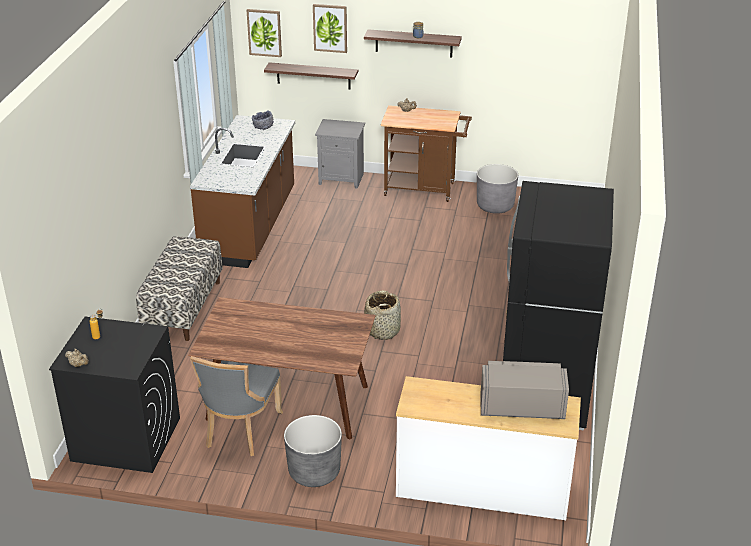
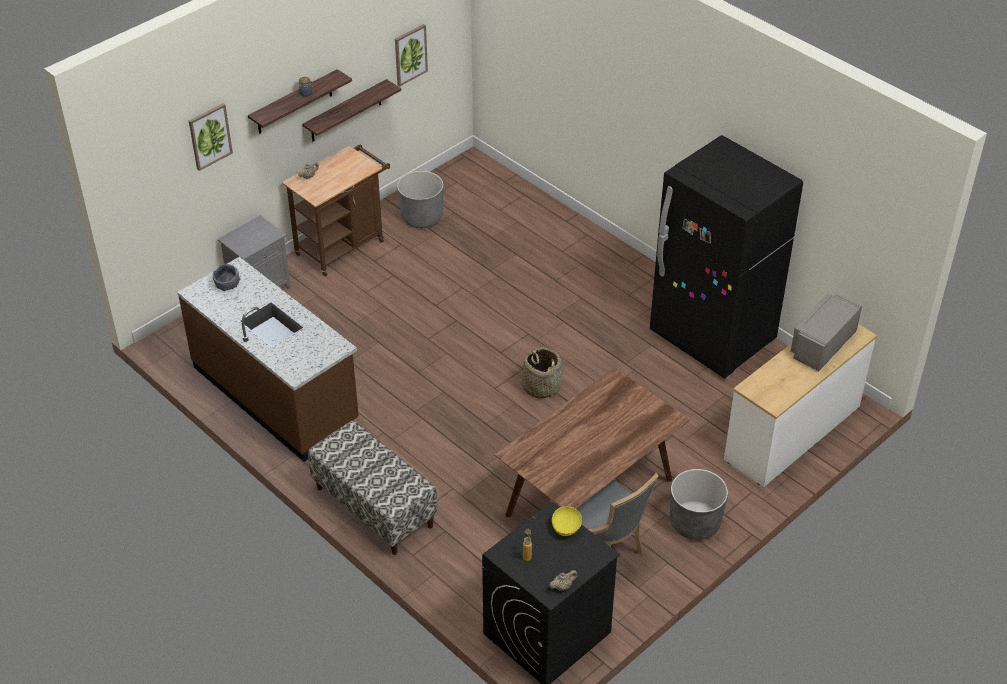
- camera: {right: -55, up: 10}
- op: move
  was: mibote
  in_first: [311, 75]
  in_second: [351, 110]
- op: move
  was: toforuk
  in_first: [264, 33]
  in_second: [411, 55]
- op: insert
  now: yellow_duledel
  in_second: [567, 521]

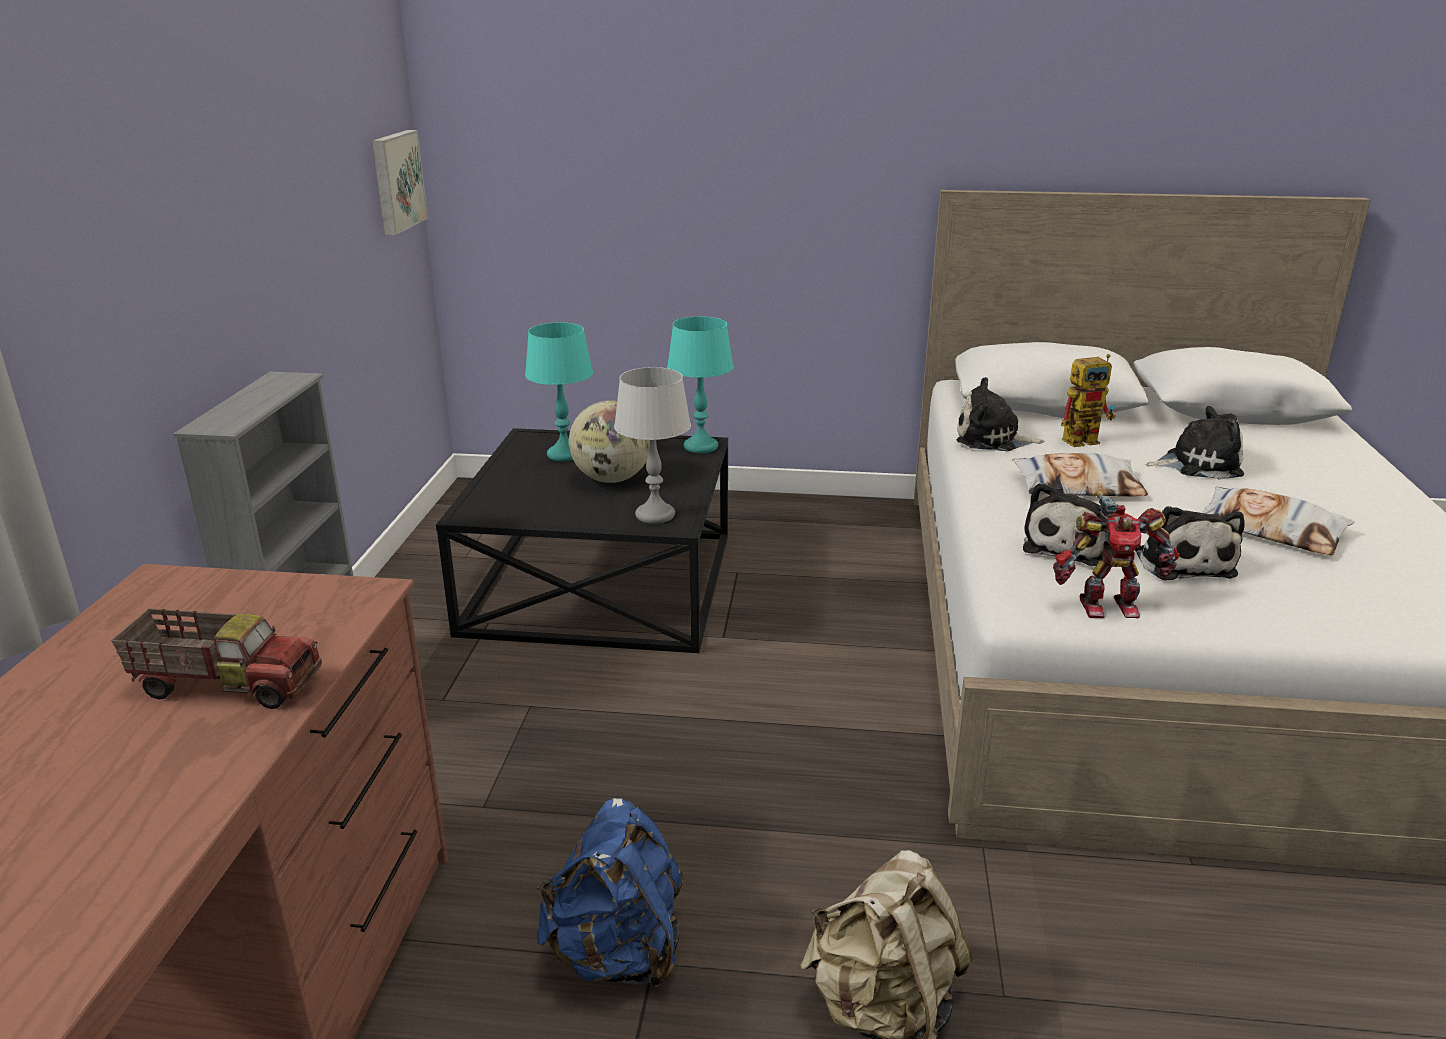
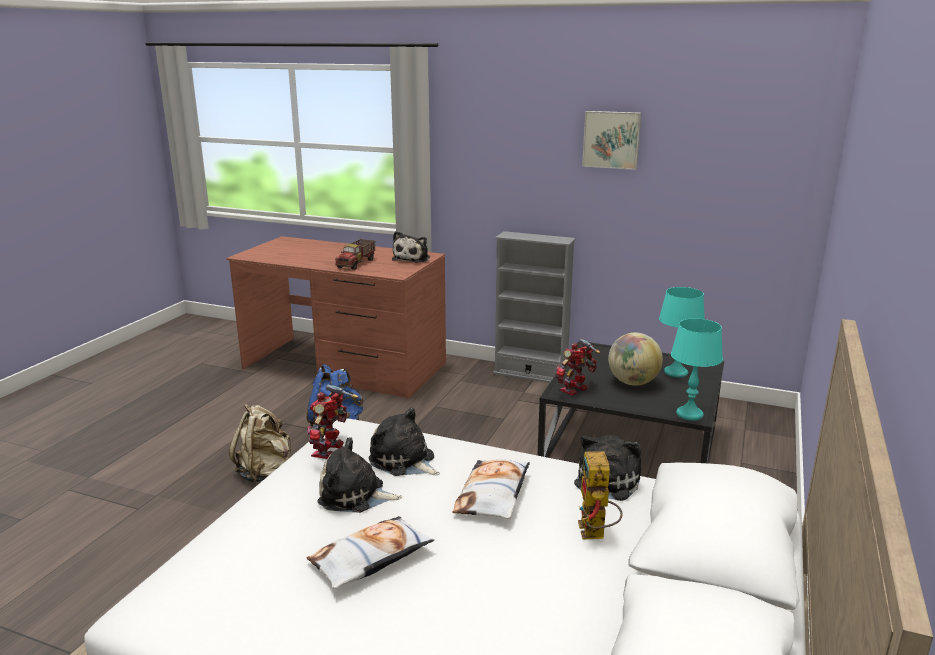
- camera: {right: 105, up: -5}
- op: move
  was: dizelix
  in_first: [1194, 443]
  in_second: [411, 246]
- op: replace
  was: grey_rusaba
  now: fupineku
  in_first: [652, 445]
  in_second: [578, 367]
- op: move
  was: toforuk
  in_first: [400, 182]
  in_second: [612, 140]

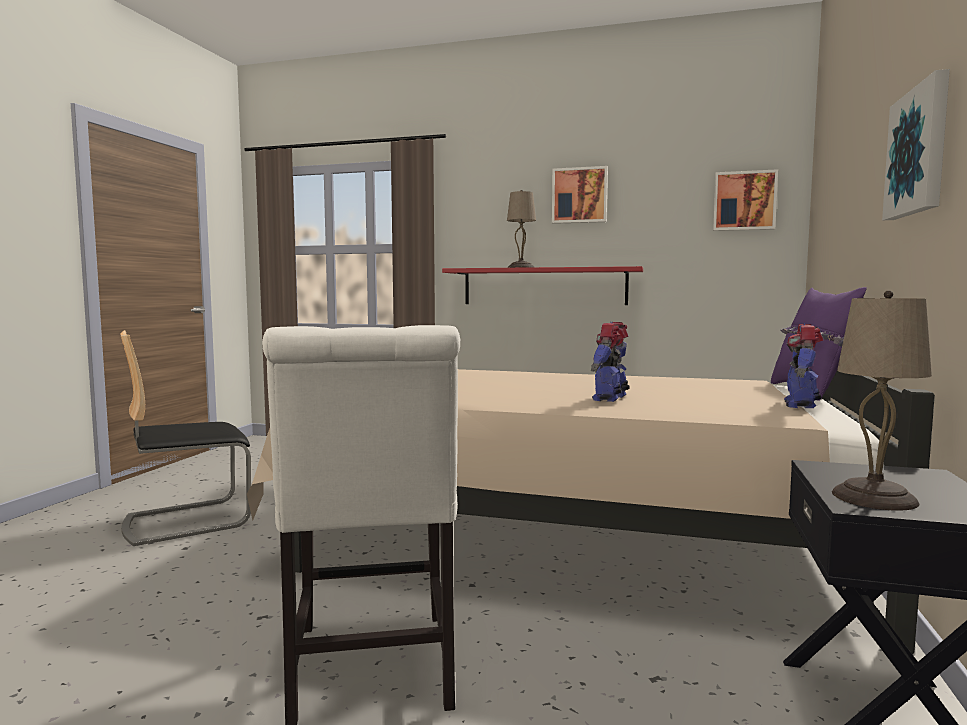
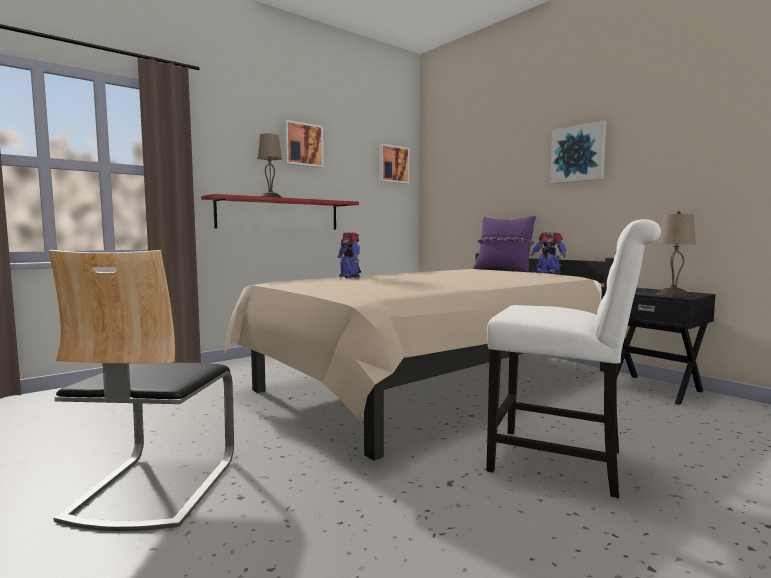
- camera: {right: -55, up: 0}
- op: move
  was: fupineku
  in_first: [610, 362]
  in_second: [349, 255]

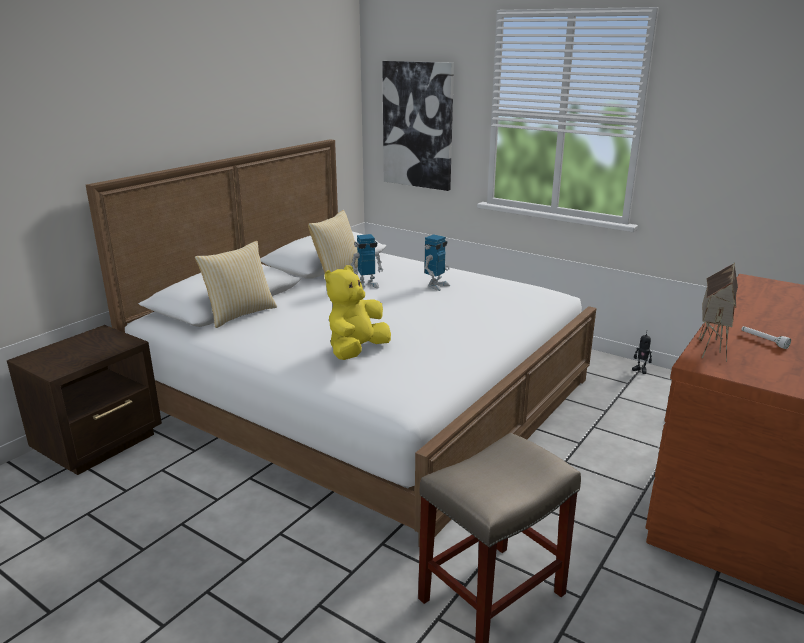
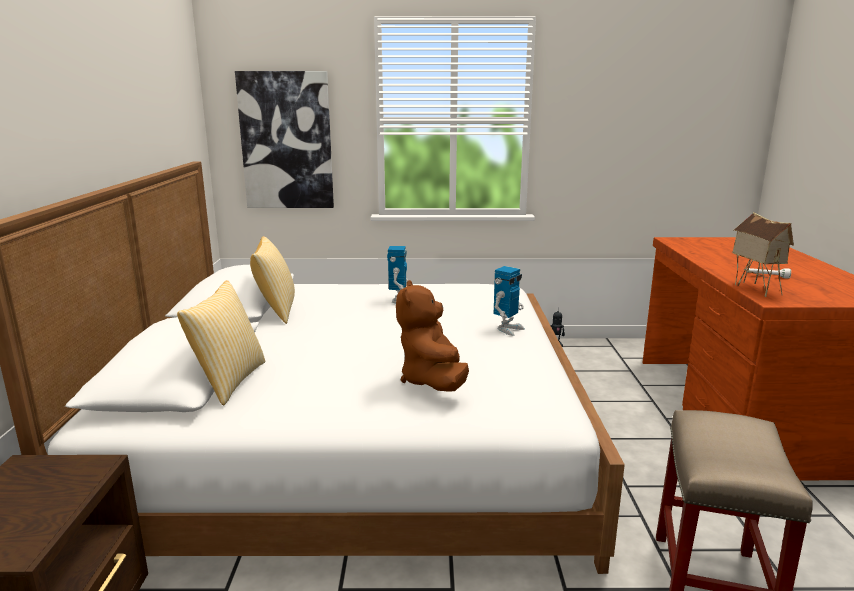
- camera: {right: -35, up: -5}
- op: recolor
  was: yellow_dizelix
  now: brown_dizelix
  in_first: [358, 312]
  in_second: [432, 336]
- op: move
  was: fupineku
  in_first: [367, 261]
  in_second: [509, 301]

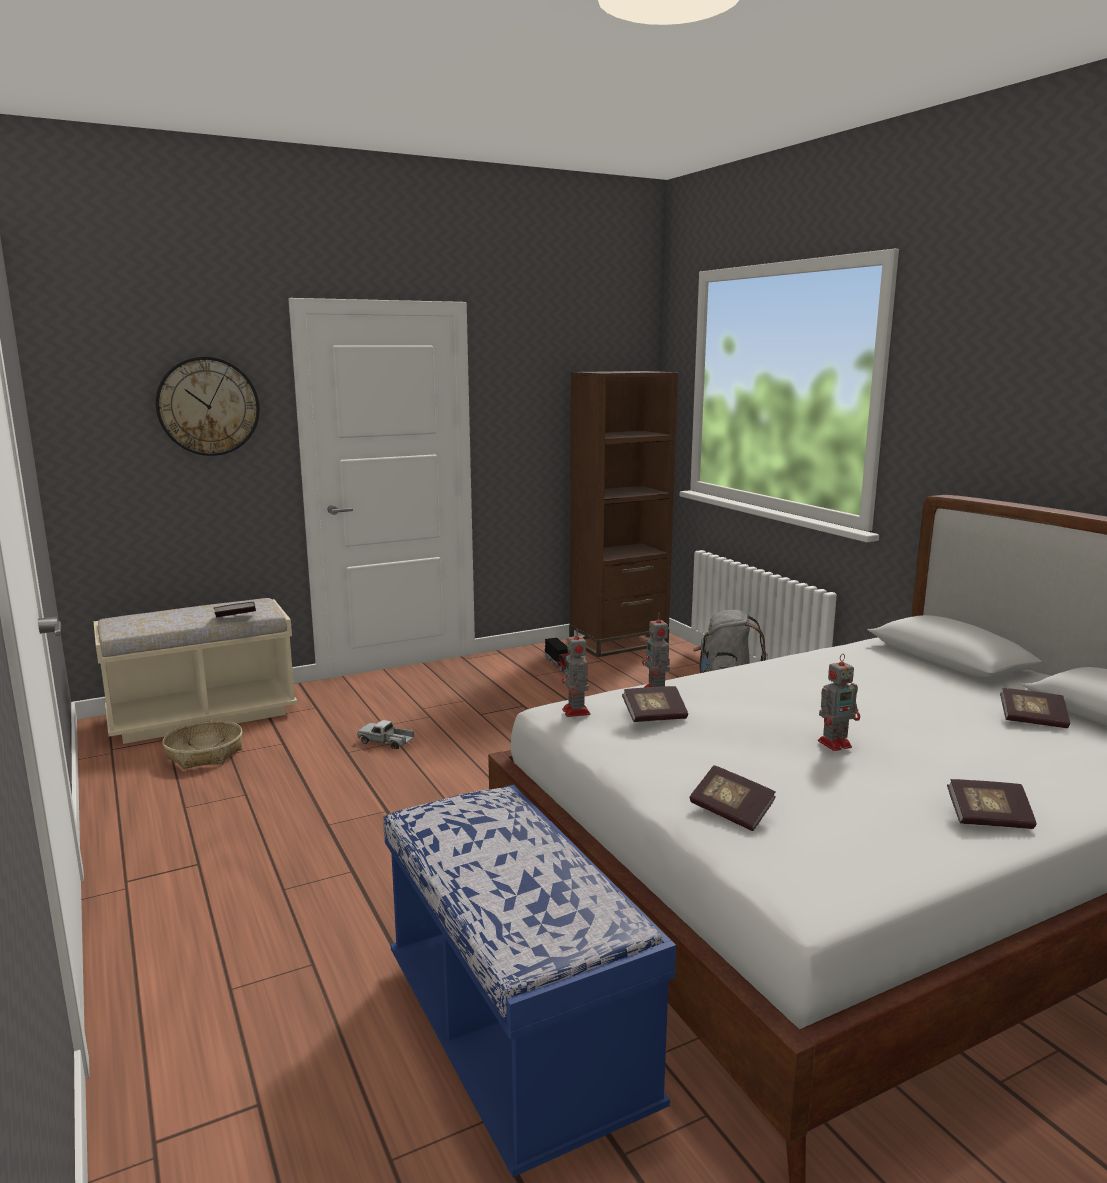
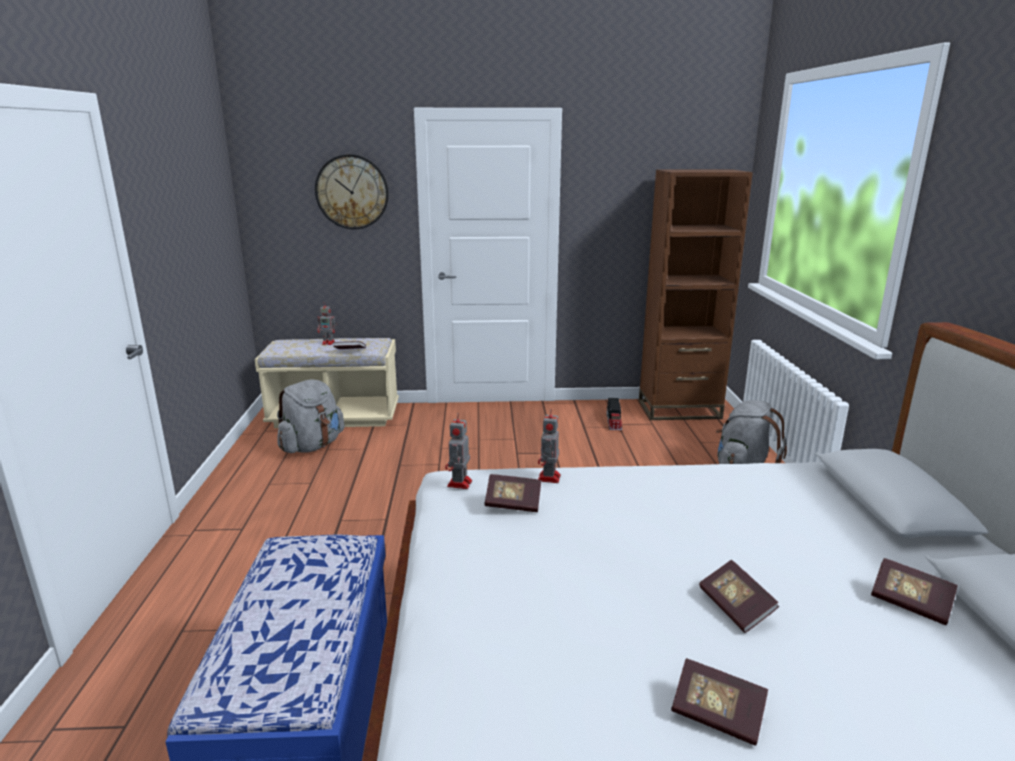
- camera: {right: 25, up: 5}
- op: replace
  was: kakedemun
  now: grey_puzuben
  in_first: [202, 744]
  in_second: [310, 416]
- op: move
  was: fupineku
  in_first: [839, 702]
  in_second: [327, 324]
- op: move
  was: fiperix
  in_first: [733, 798]
  in_second: [739, 596]
- op: delete
  was: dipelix
  in_first: [385, 734]

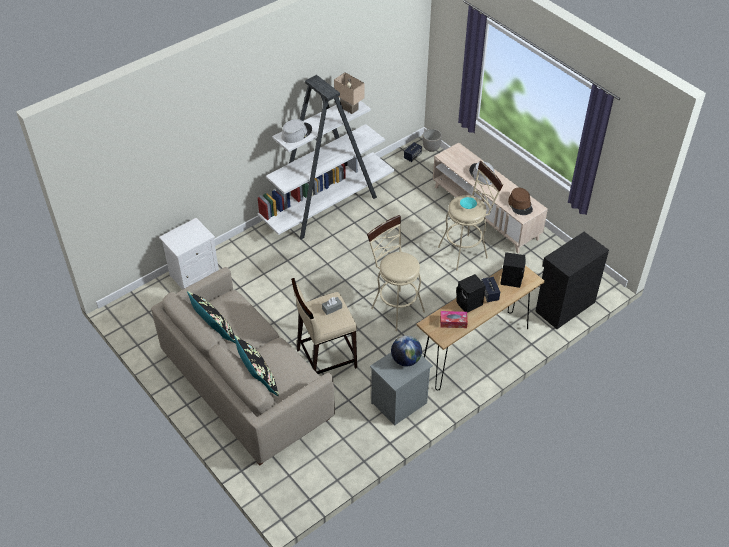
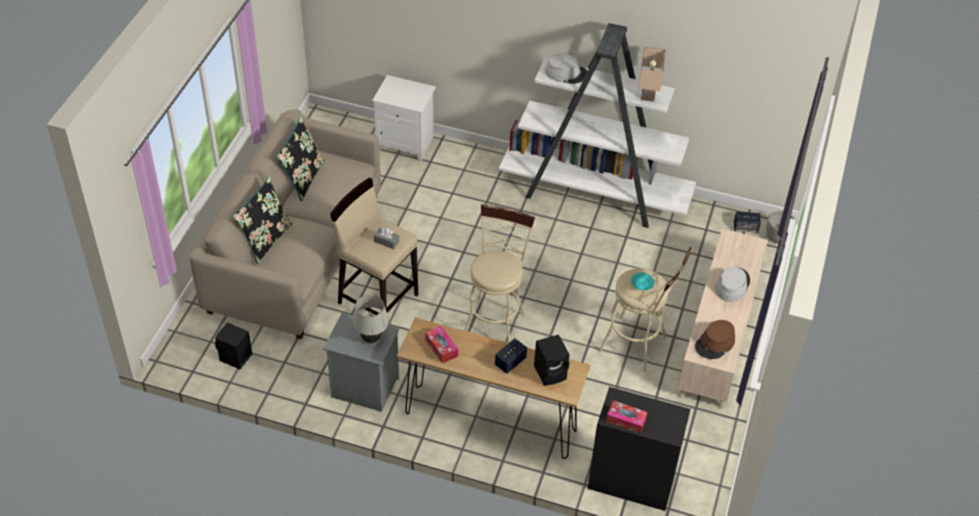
- camera: {right: 55, up: 0}
- op: move
  was: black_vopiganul
  in_first: [470, 293]
  in_second: [233, 346]
- op: replace
  was: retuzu
  now: white_rusaba
  in_first: [406, 350]
  in_second: [370, 319]
- op: insert
  now: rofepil
  in_second: [627, 417]

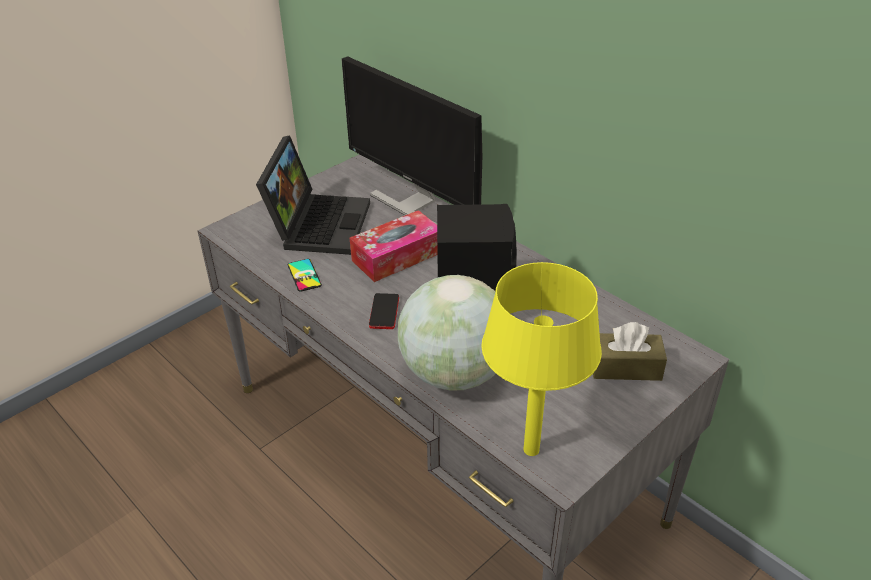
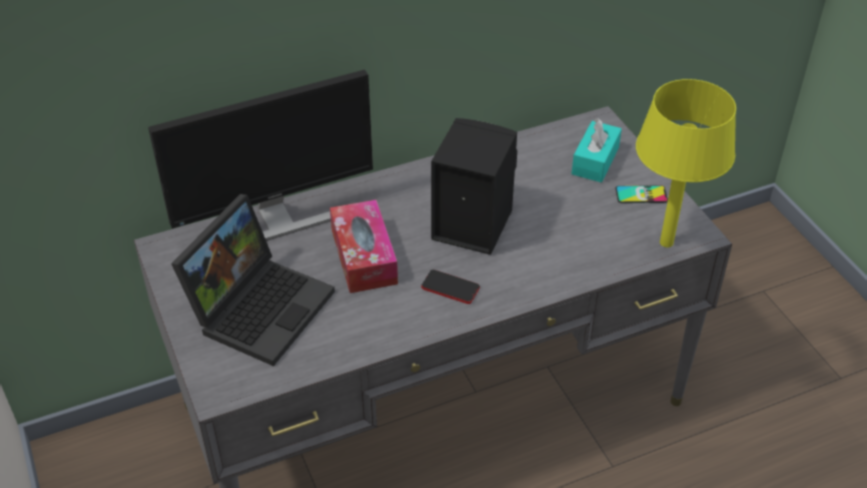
- camera: {right: -70, up: 5}
- op: rotate
  was: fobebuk
  in_first: [313, 195]
  in_second: [253, 280]
  clockwise: 90
- op: recolor
  was: brown_rofepil
  now: turquoise_rofepil
  in_first: [630, 351]
  in_second: [597, 150]
- op: move
  was: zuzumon
  in_first: [305, 275]
  in_second: [641, 194]
- op: delete
  was: retuzu
  in_first: [447, 333]

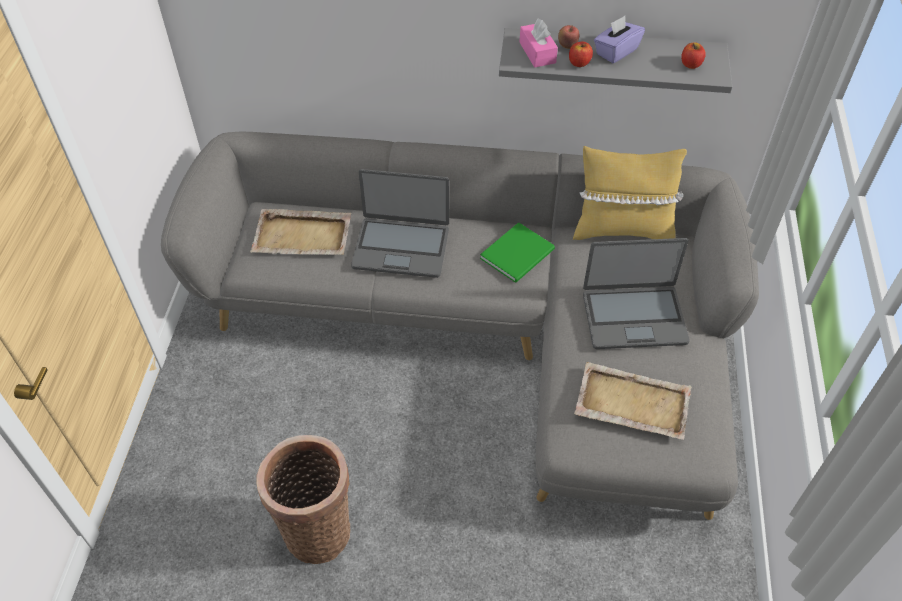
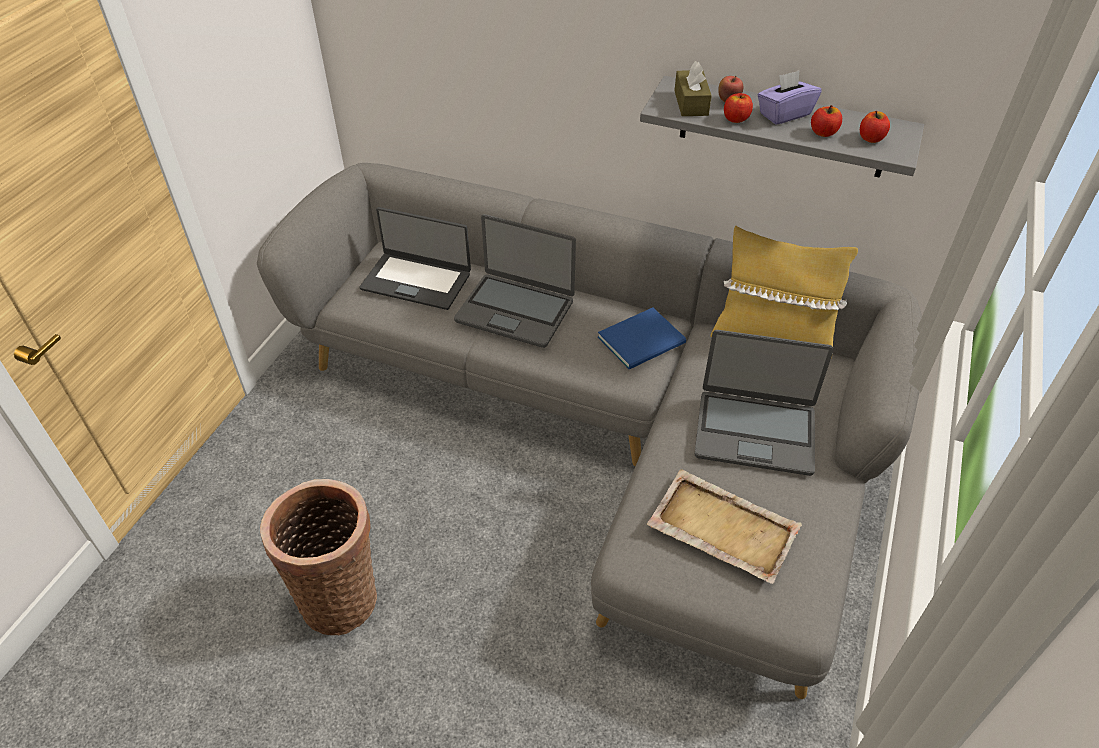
- camera: {right: 15, up: -5}
- op: replace
  was: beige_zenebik
  now: fobebuk
  in_first: [300, 232]
  in_second: [415, 258]
- op: recolor
  was: green_fiperix
  now: blue_fiperix
  in_first: [517, 252]
  in_second: [642, 338]
- op: recolor
  was: pink_rofepil
  now: brown_rofepil
  in_first: [538, 43]
  in_second: [693, 88]
- op: insert
  now: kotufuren
  in_second: [826, 121]

